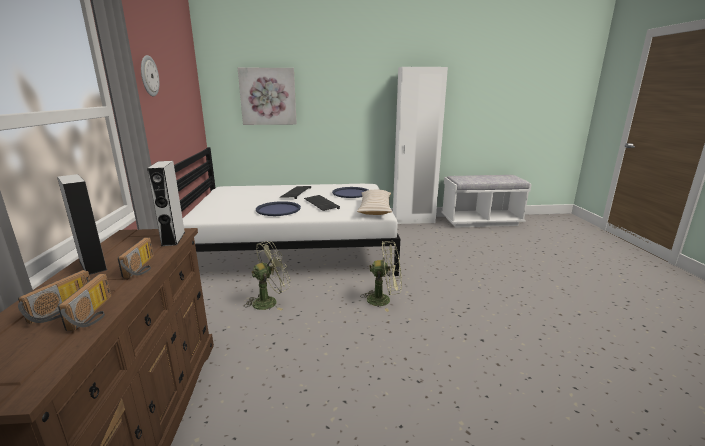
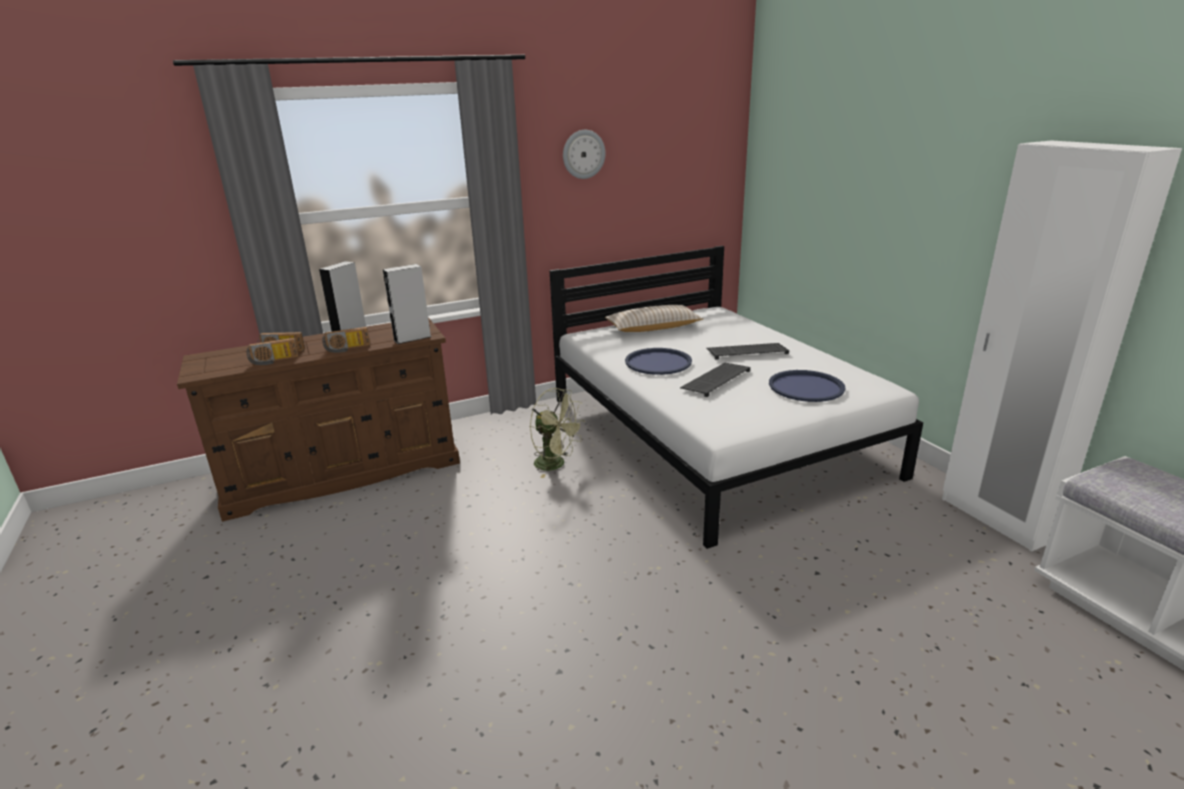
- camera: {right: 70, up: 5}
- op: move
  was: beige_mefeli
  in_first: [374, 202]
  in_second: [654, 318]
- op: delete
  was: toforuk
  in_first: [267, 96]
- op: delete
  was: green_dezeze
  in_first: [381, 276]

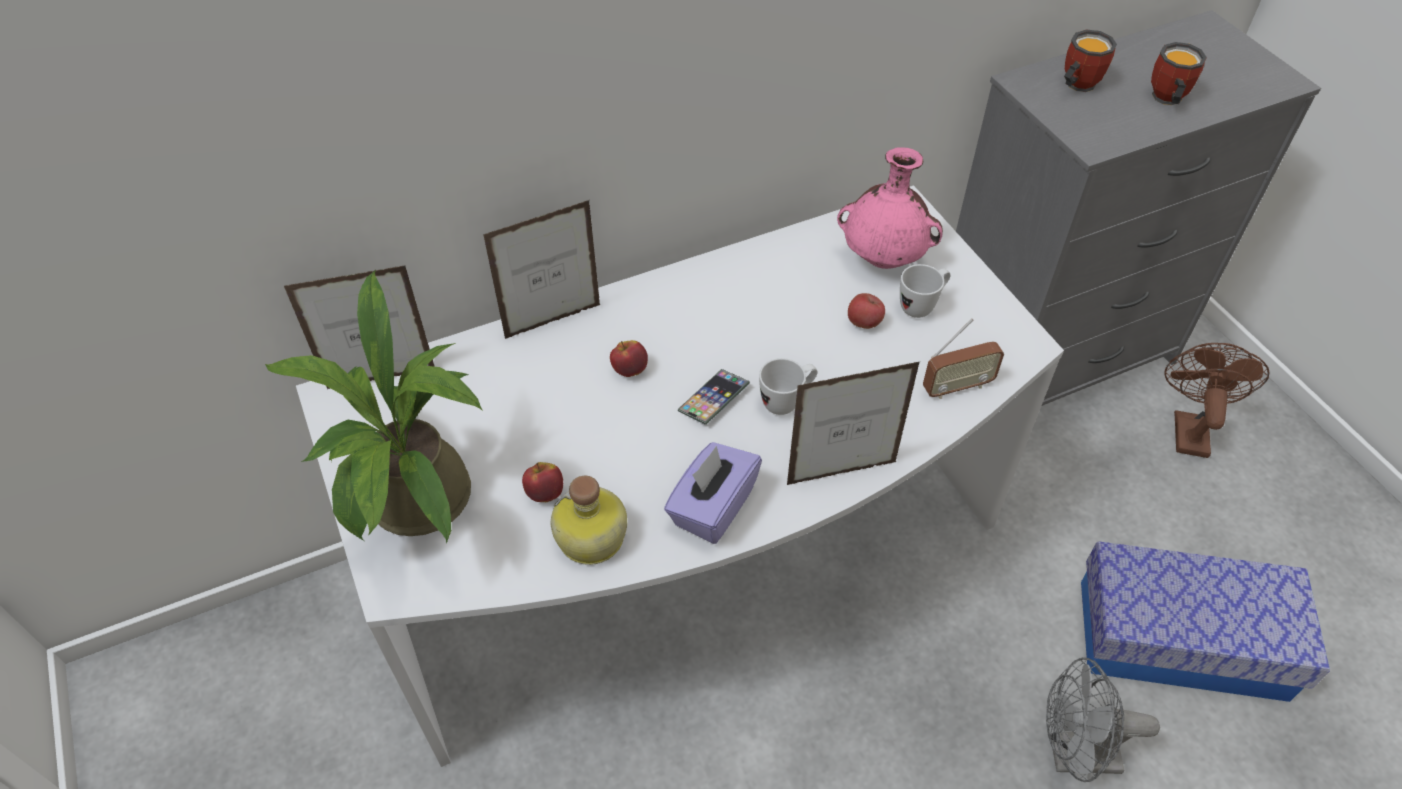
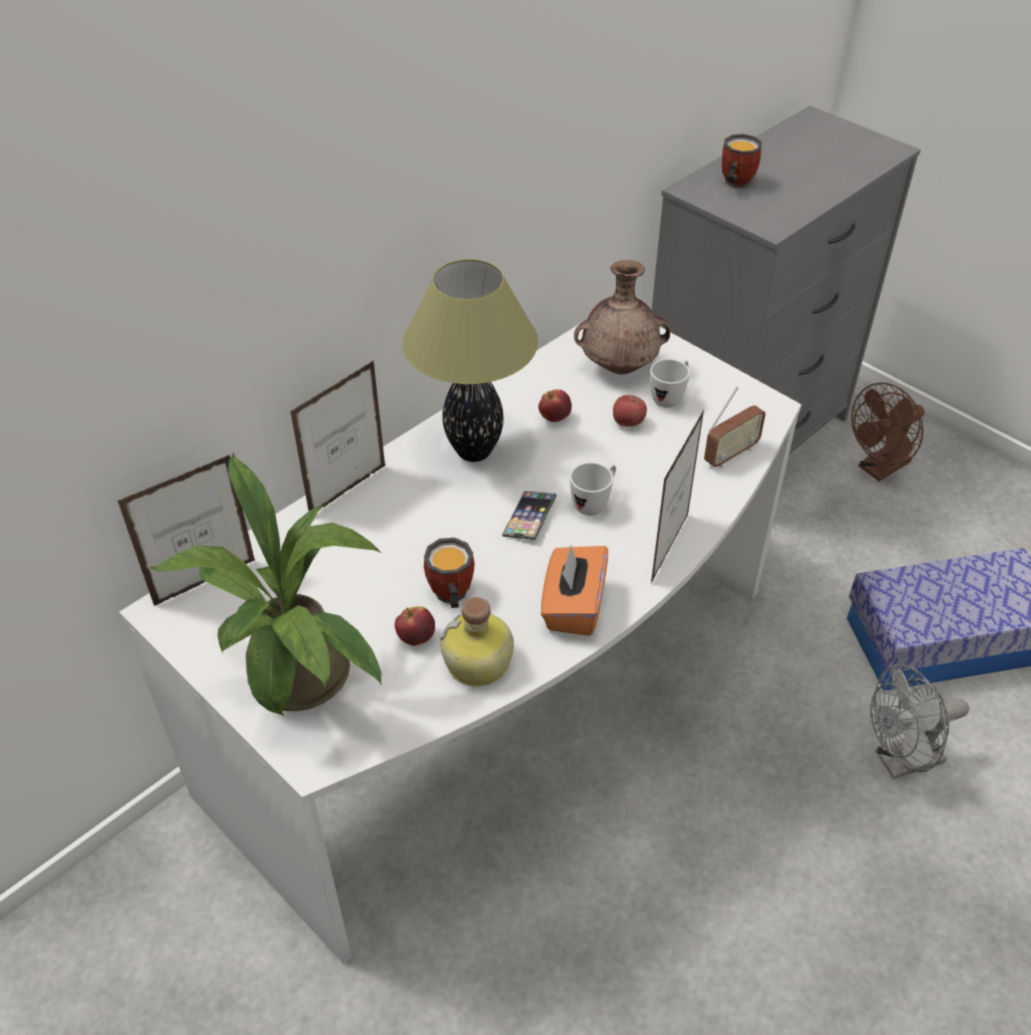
- camera: {right: -20, up: -5}
- op: insert
  now: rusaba
  in_second: [470, 360]
- op: move
  was: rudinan
  in_first: [1179, 73]
  in_second: [449, 573]
- op: move
  was: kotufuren
  in_first: [629, 358]
  in_second: [555, 405]
- op: recolor
  was: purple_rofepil
  now: orange_rofepil
  in_first: [713, 493]
  in_second: [574, 590]
- op: recolor
  was: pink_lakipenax
  now: brown_lakipenax
  in_first: [890, 208]
  in_second: [622, 317]
- op: rotate
  was: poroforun
  in_first: [853, 423]
  in_second: [677, 496]
  clockwise: 150
- op: rotate
  was: brown_dezeze
  in_first: [1217, 400]
  in_second: [888, 432]
  clockwise: -120

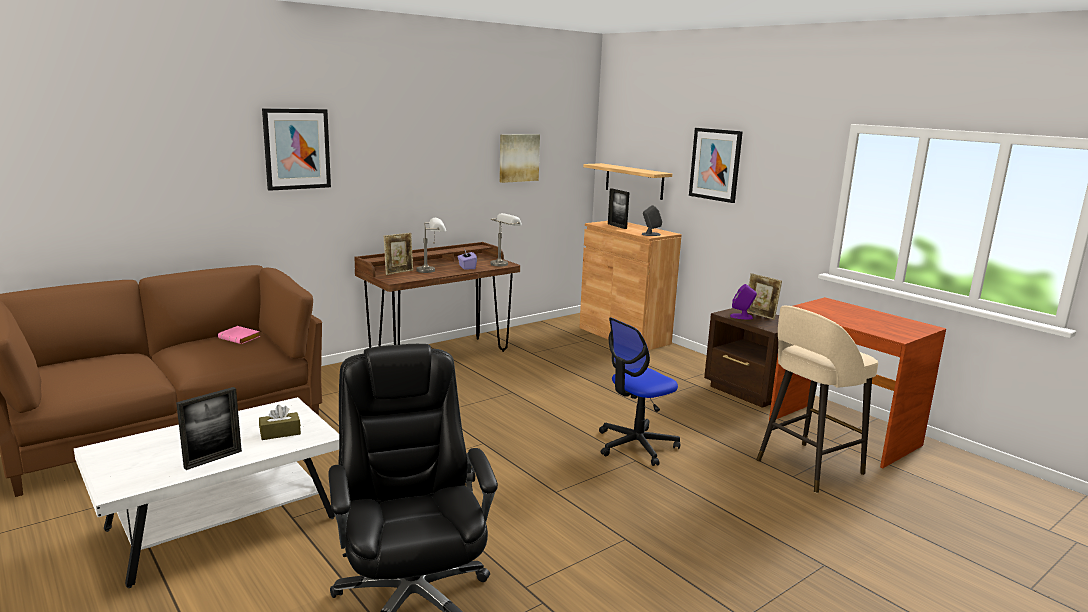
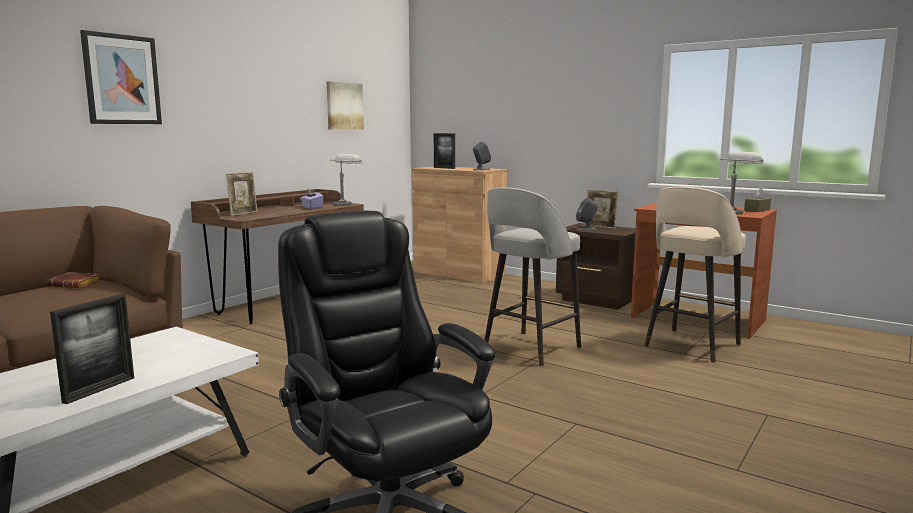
- camera: {right: -15, up: -5}
- op: recolor
  was: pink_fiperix
  now: brown_fiperix
  in_first: [239, 335]
  in_second: [74, 280]
- op: replace
  was: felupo
  now: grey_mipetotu
  in_first: [639, 391]
  in_second: [532, 277]
- op: recolor
  was: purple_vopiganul
  now: grey_vopiganul
  in_first: [743, 302]
  in_second: [587, 214]
- op: move
  was: grey_rusaba
  in_first: [431, 245]
  in_second: [742, 183]
- op: move
  was: brown_rofepil
  in_first: [280, 422]
  in_second: [757, 200]
- op: delete
  was: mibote
  in_first: [627, 181]
- op: delete
  was: toforuk
  in_first: [716, 165]

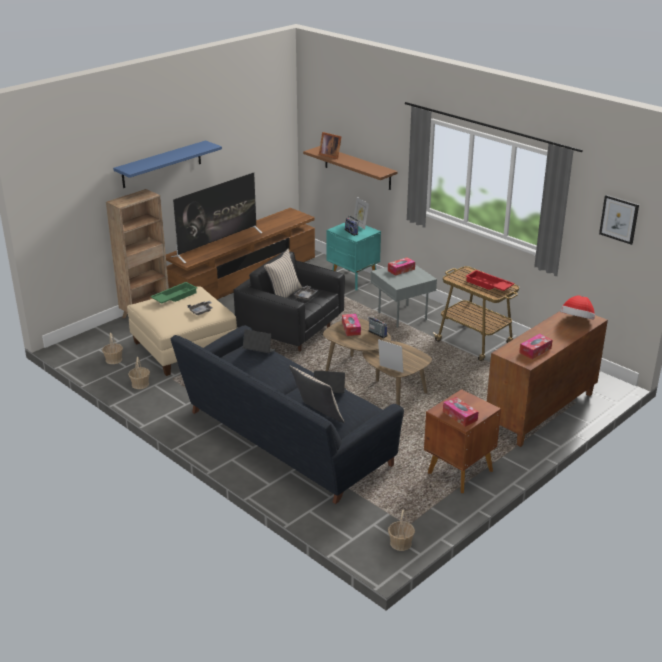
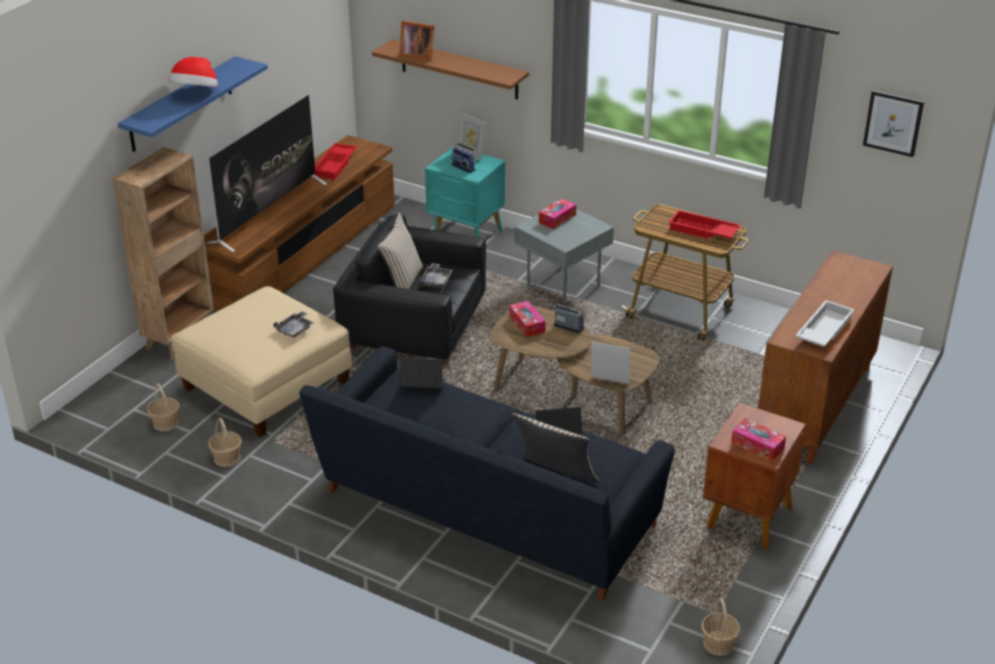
- camera: {right: -15, up: 5}
- op: move
  was: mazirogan
  in_first: [577, 307]
  in_second: [193, 72]
- op: insert
  now: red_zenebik
  in_second: [336, 161]
- op: replace
  was: rofepil
  now: white_zenebik
  in_first: [536, 346]
  in_second: [825, 323]
- op: delete
  was: green_zenebik
  in_first: [173, 292]

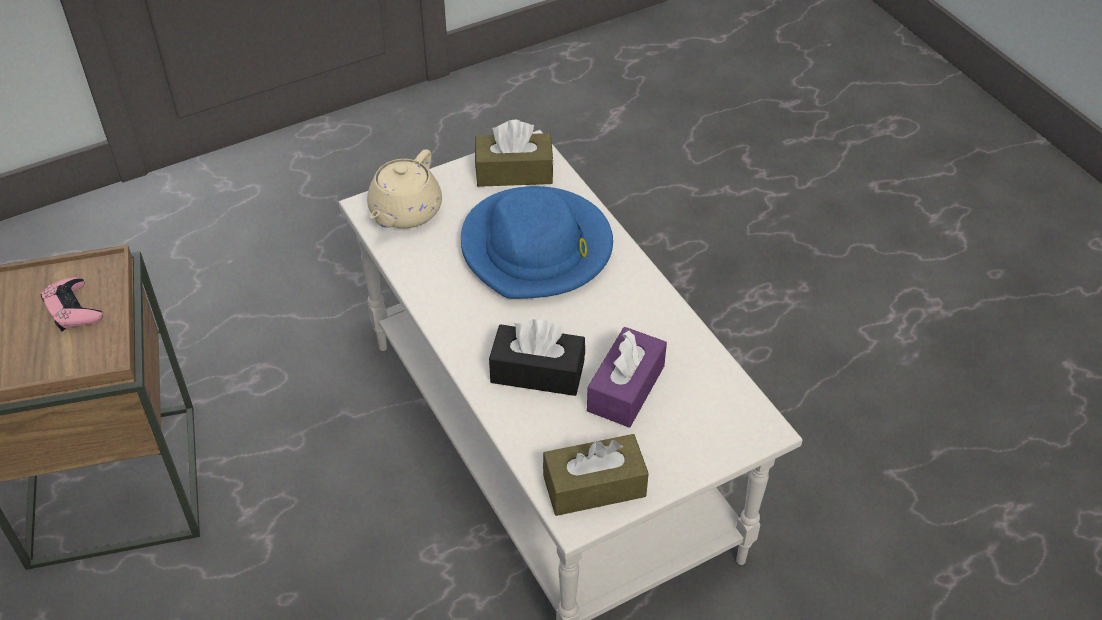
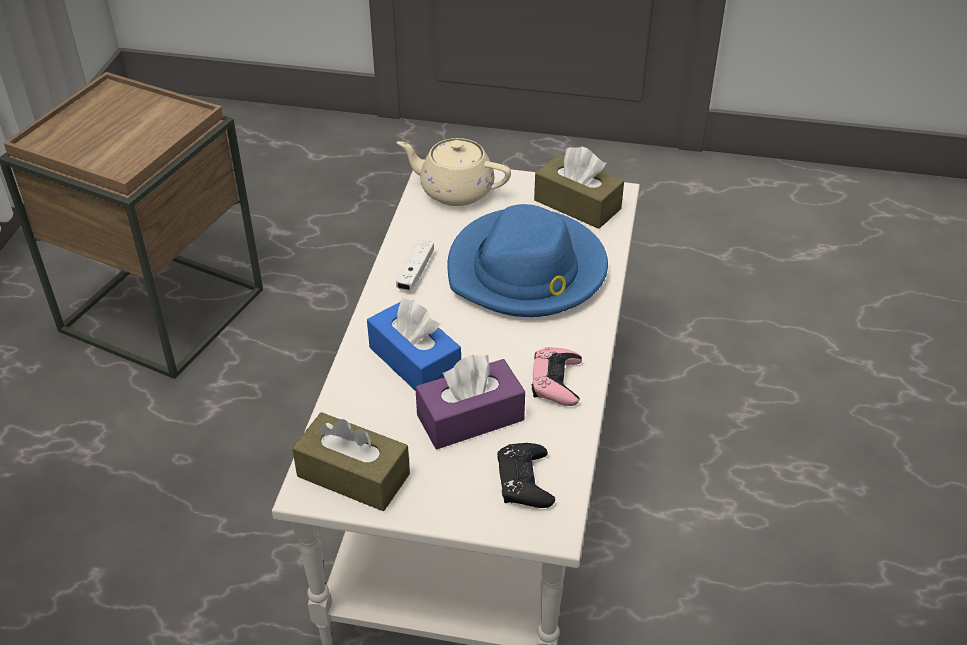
- camera: {right: 40, up: -5}
- op: recolor
  was: black_rofepil
  now: blue_rofepil
  in_first: [537, 357]
  in_second: [414, 344]
- op: insert
  now: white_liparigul
  in_second: [415, 265]
- op: rotate
  was: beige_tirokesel
  in_first: [404, 189]
  in_second: [454, 172]
  clockwise: 45
- op: insert
  now: black_liparigul
  in_second: [526, 475]
- op: move
  was: pink_liparigul
  in_first: [72, 305]
  in_second: [557, 376]

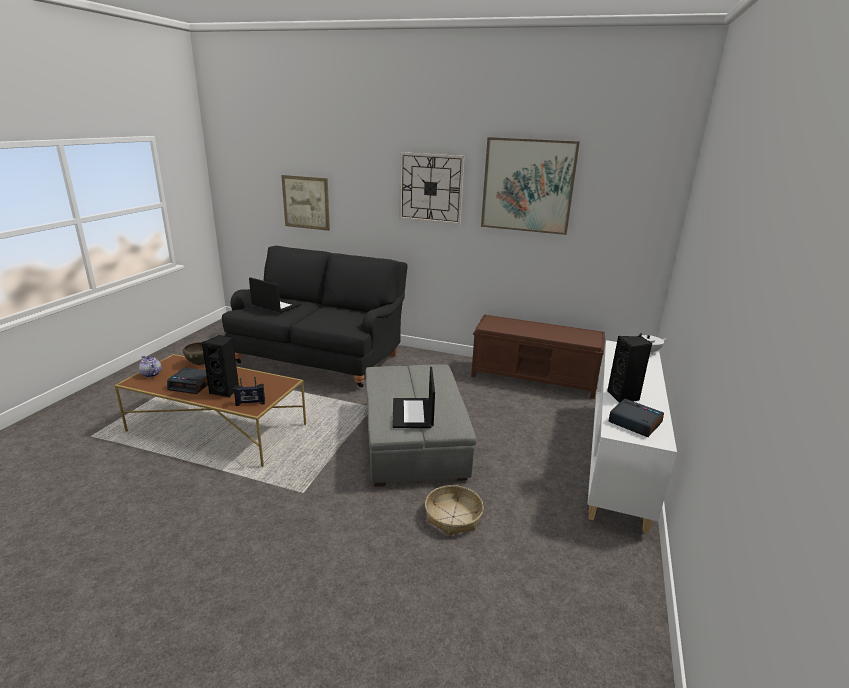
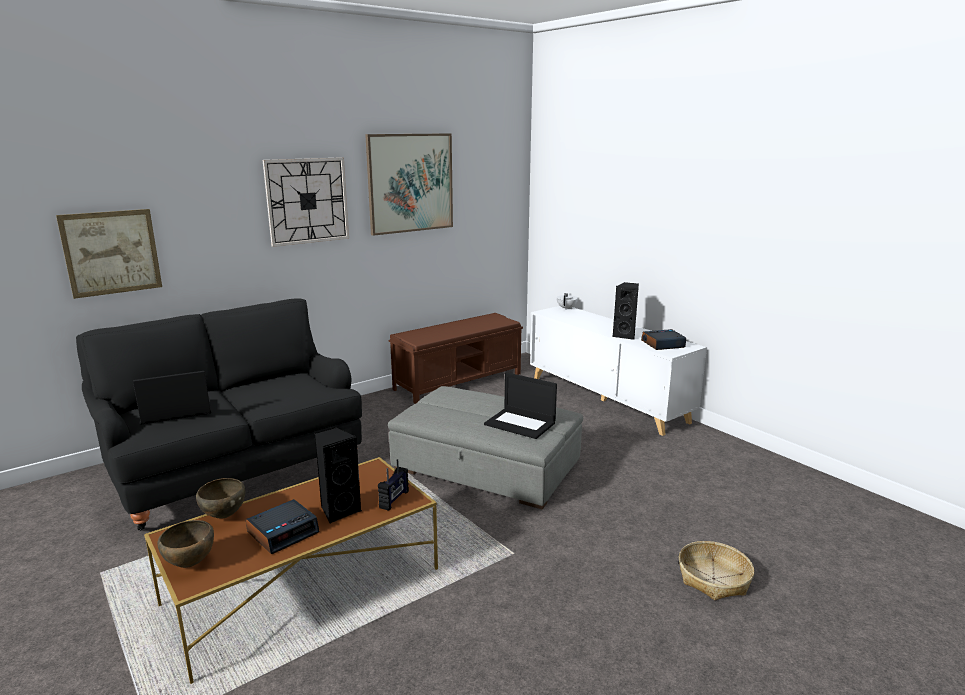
- camera: {right: -55, up: -5}
- op: replace
  was: tirokesel
  now: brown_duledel
  in_first: [150, 366]
  in_second: [186, 544]
- op: move
  was: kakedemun
  in_first: [454, 510]
  in_second: [716, 570]

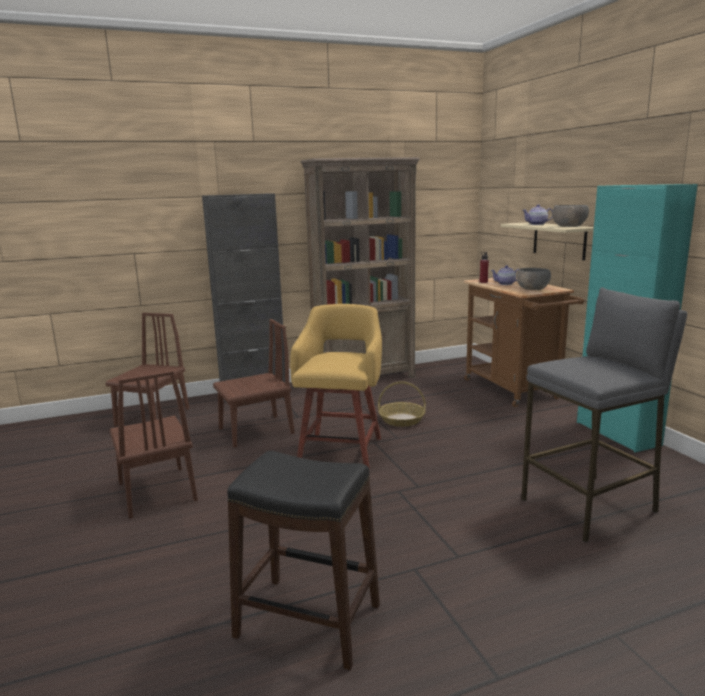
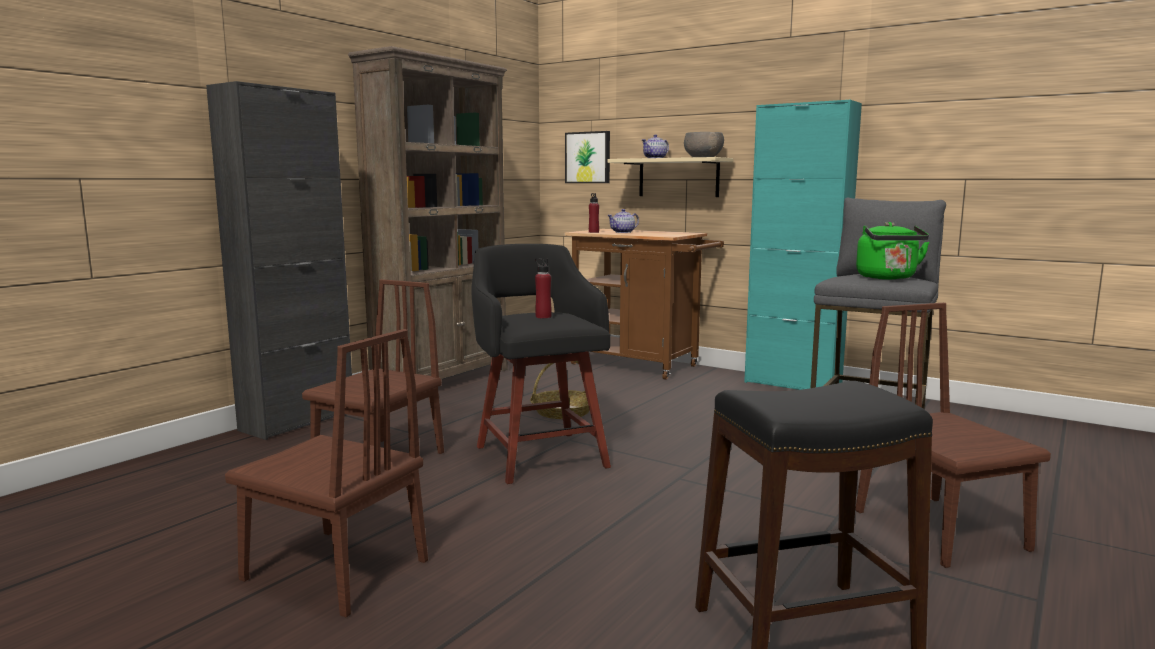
- camera: {right: -35, up: -5}
- op: recolor
  was: yellow_mipetotu
  now: black_mipetotu
  in_first: [336, 386]
  in_second: [541, 364]
- op: insert
  now: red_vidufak
  in_second: [543, 288]
- op: insert
  now: toforuk
  in_second: [587, 157]
- op: move
  was: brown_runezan
  in_first: [147, 369]
  in_second: [953, 435]
- op: insert
  now: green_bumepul
  in_second: [893, 251]
- op: delete
  was: grey_duledel
  in_first: [534, 279]

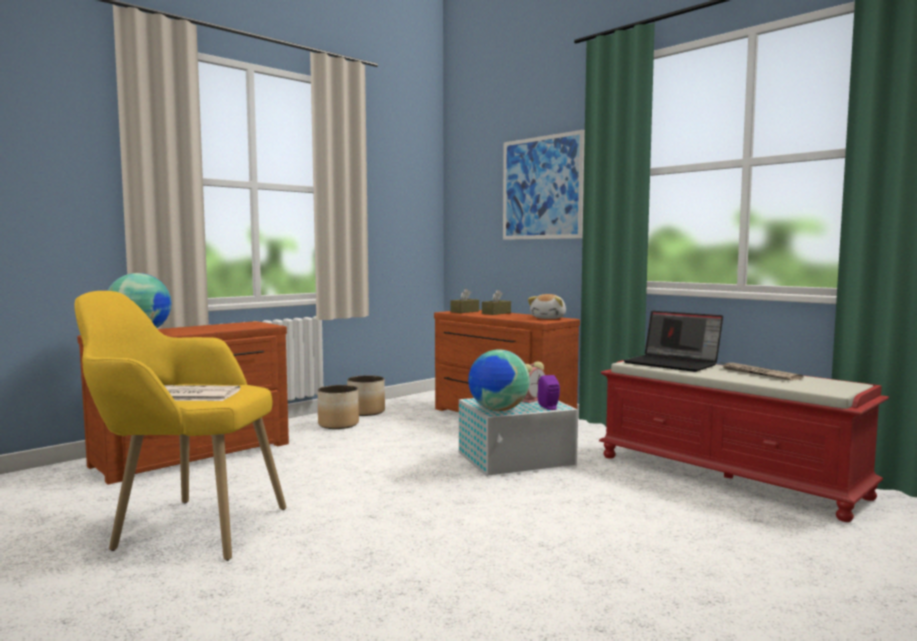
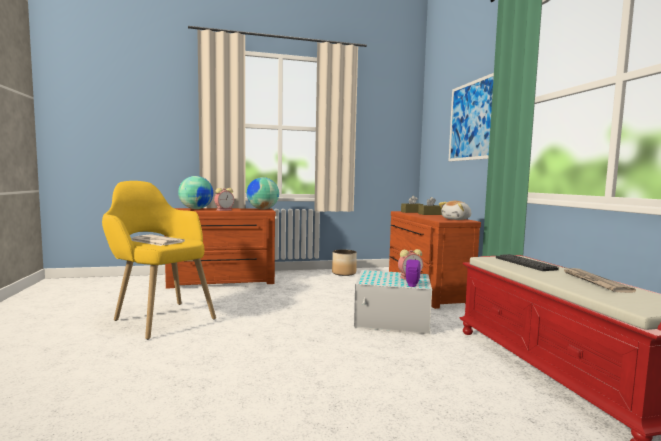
- camera: {right: 30, up: 0}
- op: insert
  now: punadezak
  in_second: [224, 199]
- op: move
  was: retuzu
  in_first: [499, 380]
  in_second: [263, 193]
- op: replace
  was: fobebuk
  now: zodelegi
  in_first: [673, 341]
  in_second: [527, 262]
- op: delete
  was: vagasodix
  in_first: [338, 407]

